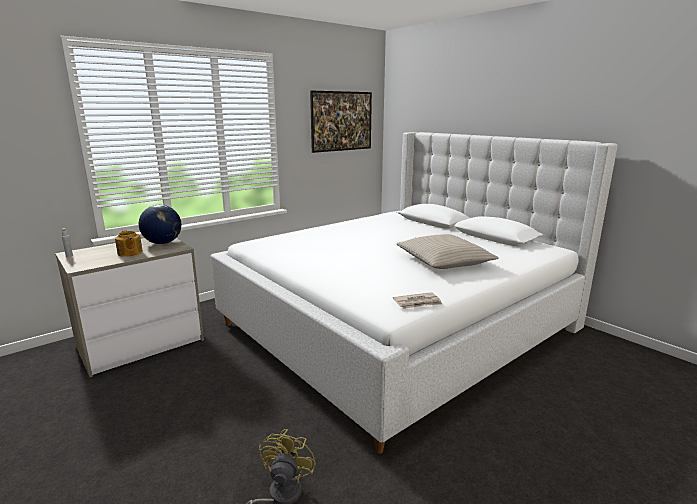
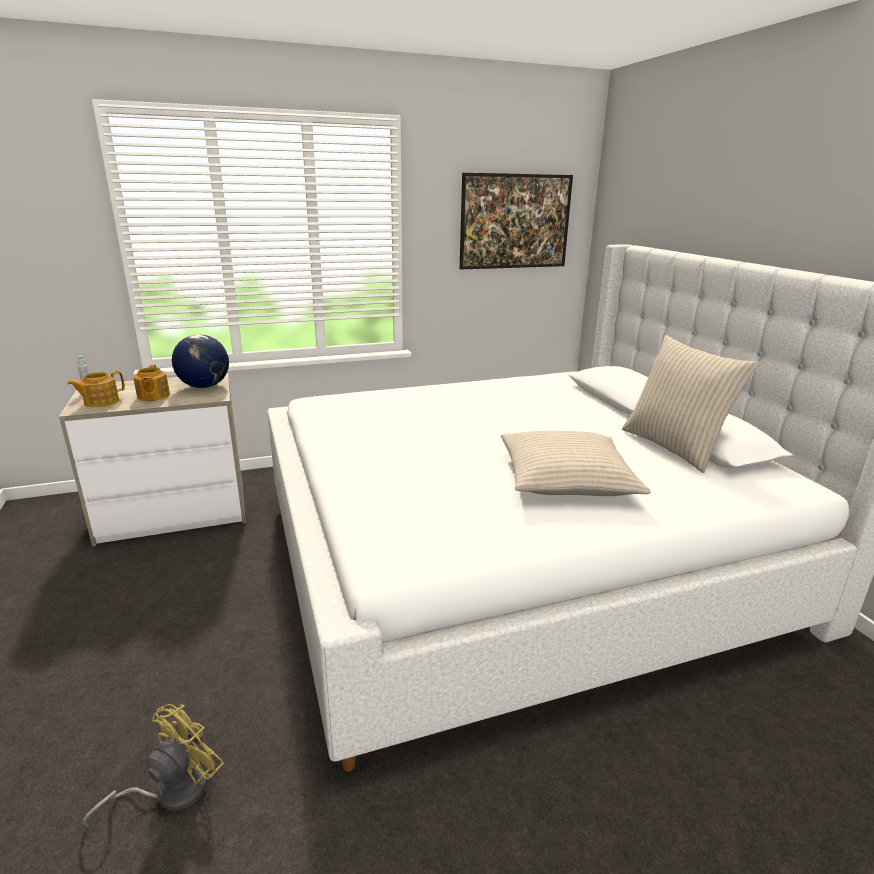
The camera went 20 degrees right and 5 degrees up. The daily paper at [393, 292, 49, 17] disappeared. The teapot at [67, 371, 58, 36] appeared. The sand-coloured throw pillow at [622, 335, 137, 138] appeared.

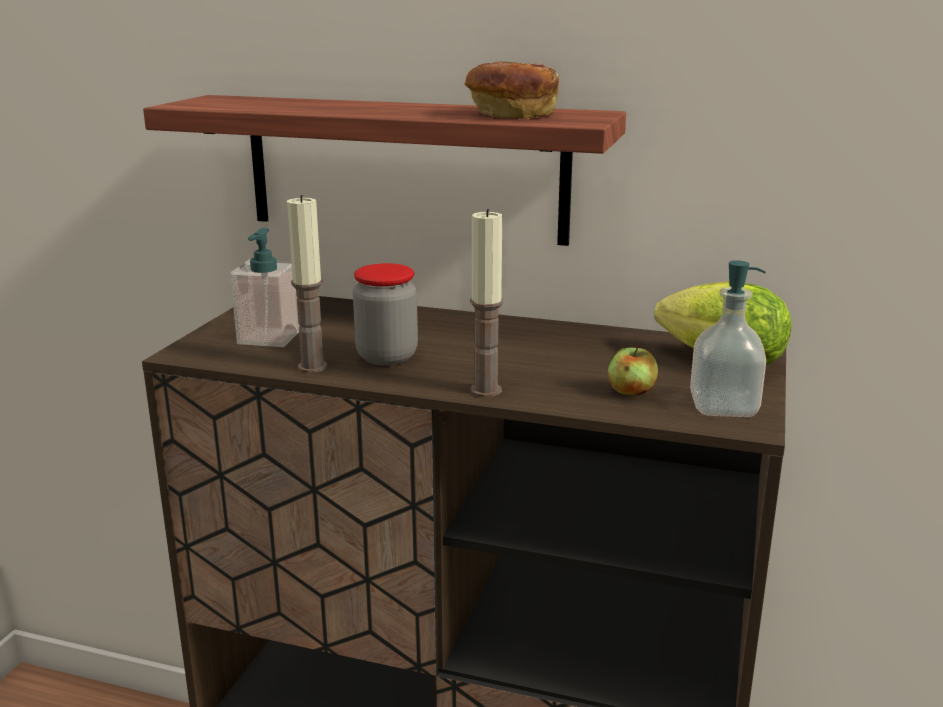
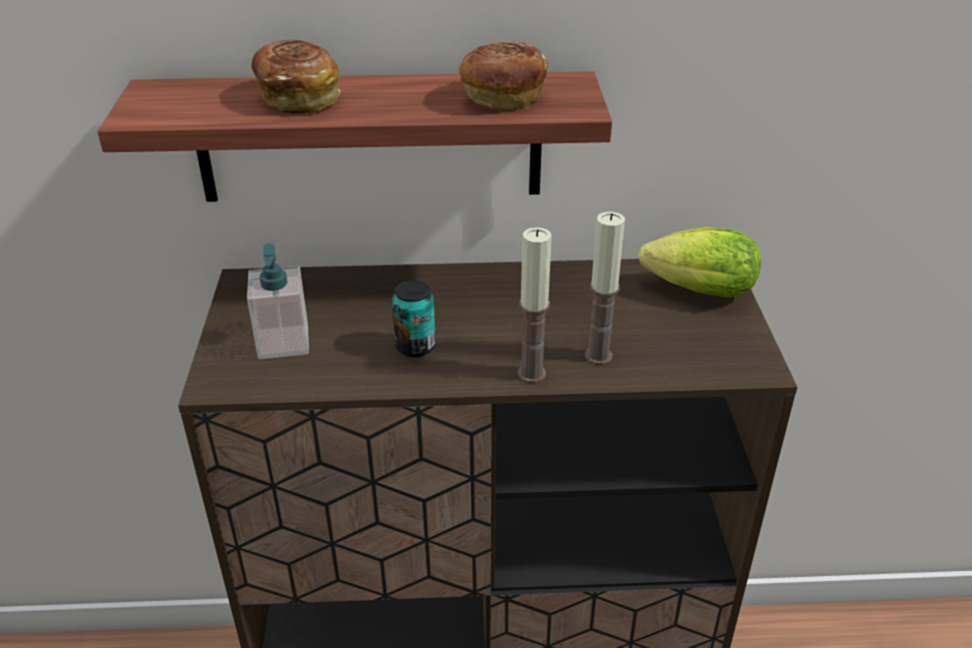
The camera went 20 degrees left and 15 degrees up. The apple at [608, 344, 50, 52] disappeared. The soap dispenser at [690, 260, 76, 157] disappeared. The baked bread at [251, 40, 90, 74] appeared. The wax light moved from [287, 195, 40, 178] to [585, 211, 40, 154]. The jar at [353, 263, 65, 103] was replaced by the can at [392, 281, 44, 76].

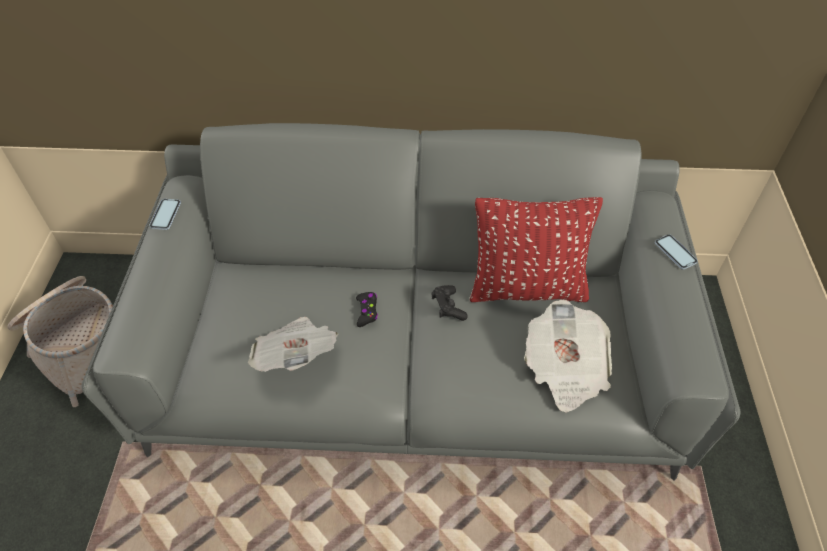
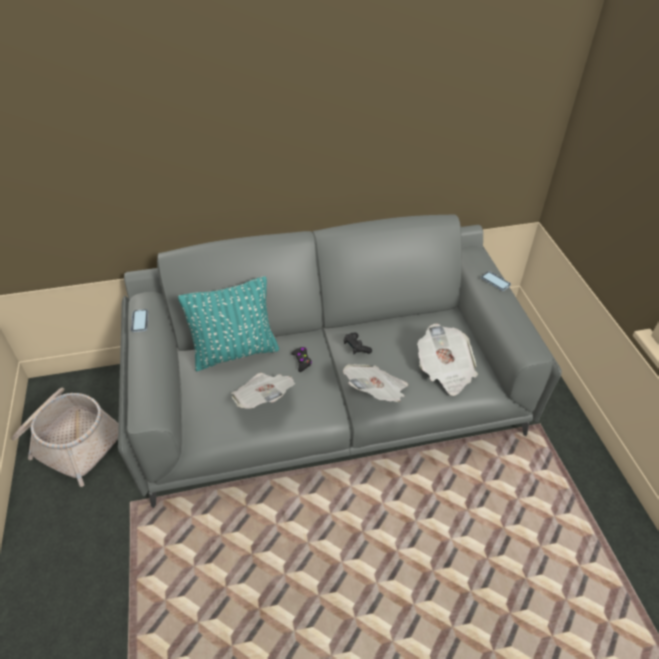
The camera went 15 degrees left and 5 degrees down. The red throw pillow at [470, 197, 133, 105] disappeared. The turquoise-coloured throw pillow at [178, 276, 101, 95] appeared. The daily paper at [343, 364, 65, 38] appeared.

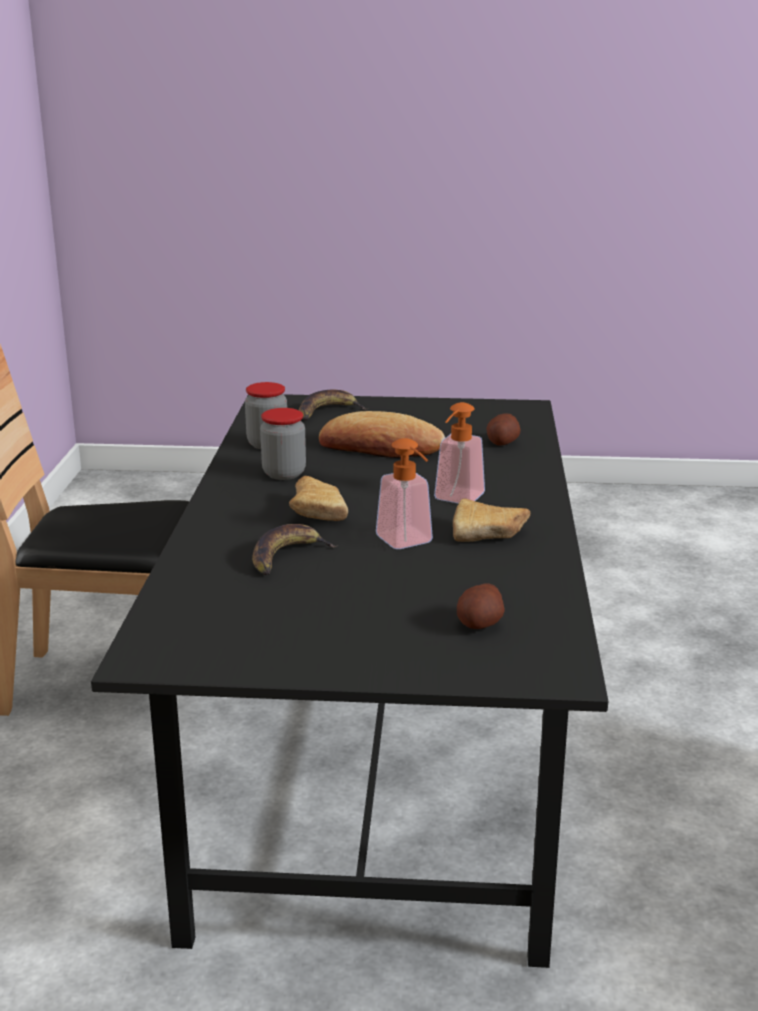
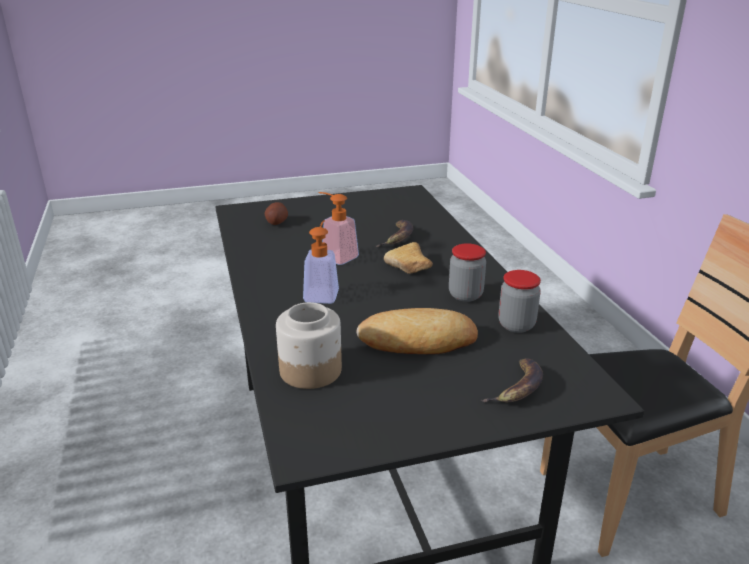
The camera went 160 degrees right and 5 degrees up. The baked bread at [453, 499, 77, 43] disappeared. The potato at [486, 413, 35, 33] was replaced by the jar at [276, 302, 66, 87].

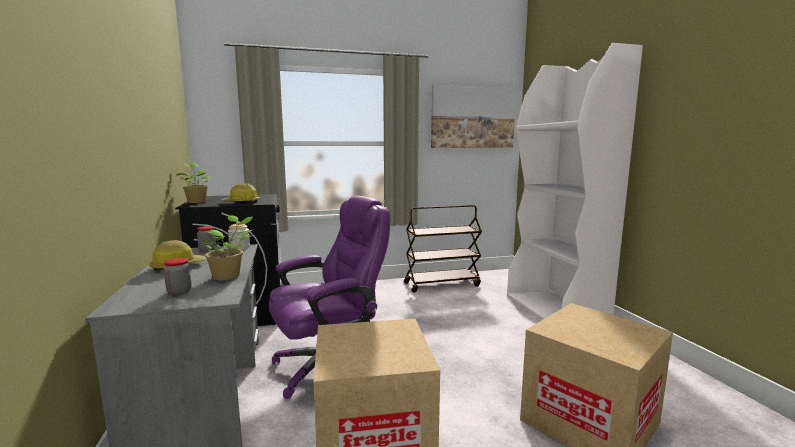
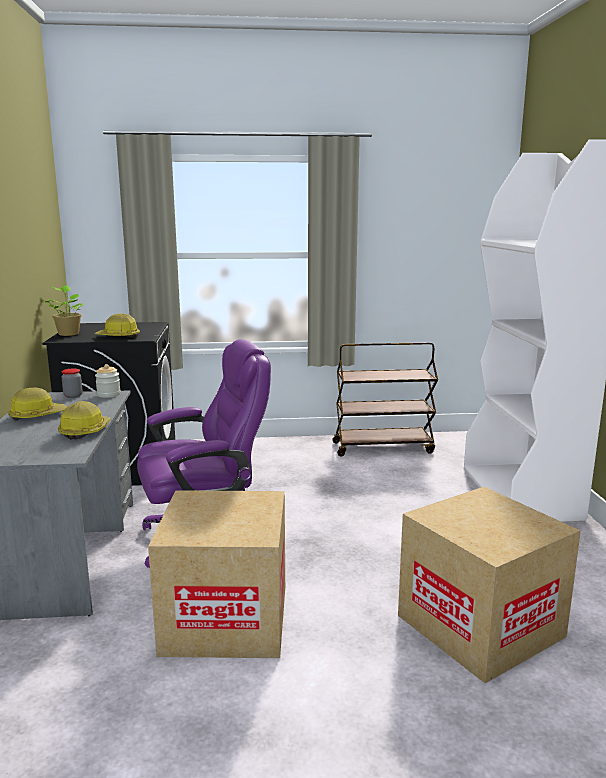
The camera went 10 degrees right and 5 degrees up. The jar at [164, 258, 27, 37] disappeared. The wall art at [431, 85, 85, 63] disappeared. The potted plant at [201, 215, 52, 66] was replaced by the work helmet at [58, 401, 53, 39].

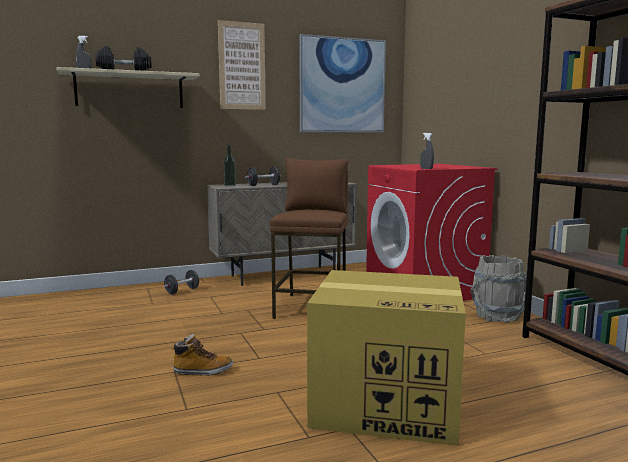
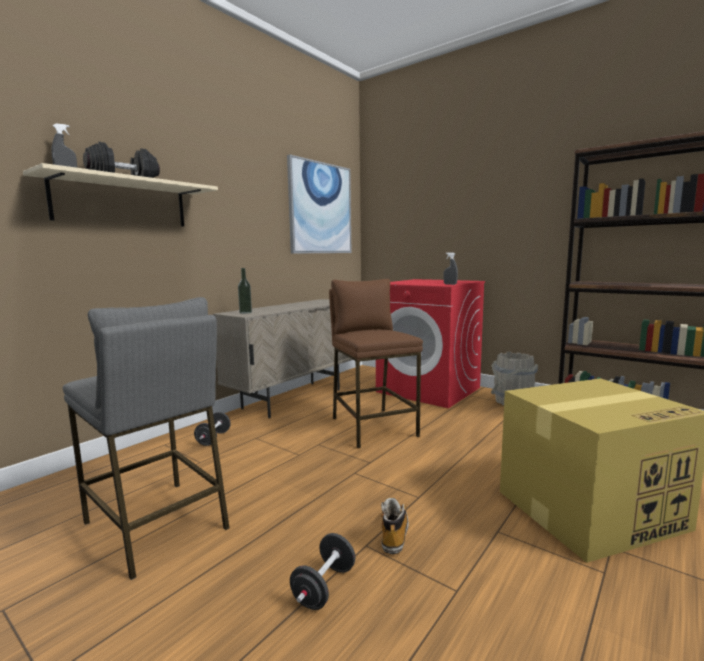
The camera went 30 degrees left and 0 degrees up. The wall art at [218, 20, 48, 90] disappeared. The greyish stool seat at [63, 297, 166, 283] appeared. The black-coloured hand weight moved from [245, 167, 37, 19] to [290, 533, 65, 77]. The tall boot at [171, 334, 62, 42] turned 45 degrees counterclockwise.

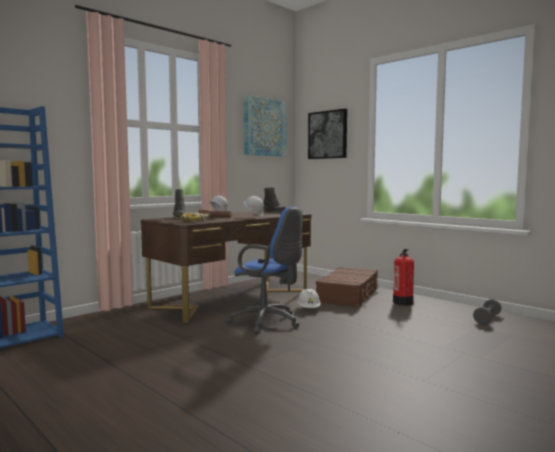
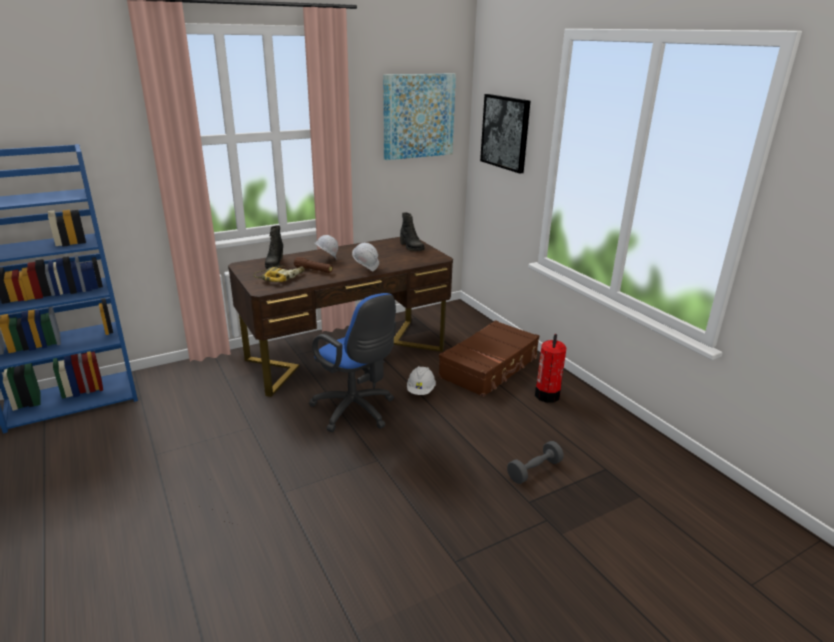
The camera went 15 degrees right and 20 degrees up. The greyish hand weight moved from [473, 299, 28, 25] to [507, 441, 57, 43].

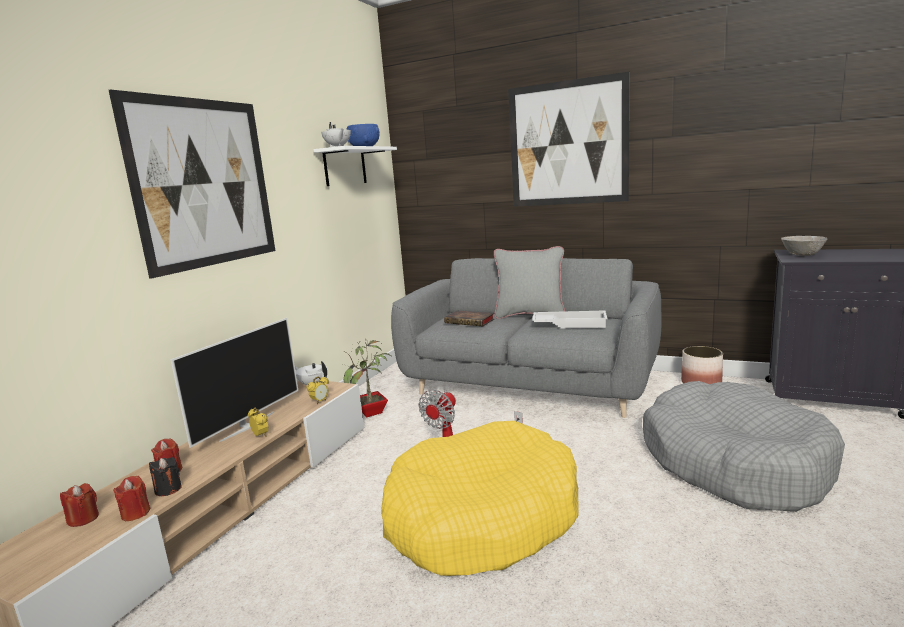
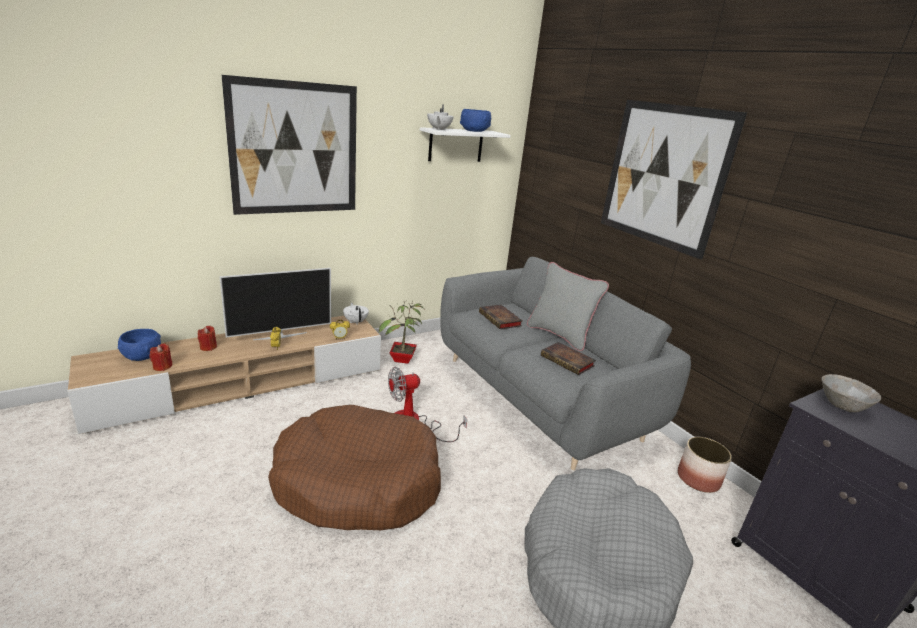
The camera went 30 degrees right and 10 degrees up. The black-coloured wax light at [149, 457, 33, 39] disappeared. The red wax light at [60, 483, 39, 44] was replaced by the blue deep dish at [118, 329, 43, 32]. The white-coloured carrying tray at [532, 310, 76, 19] was replaced by the volume at [541, 342, 55, 33]. The yellowish dog bed at [381, 421, 197, 155] became the brownish dog bed at [268, 405, 173, 125].

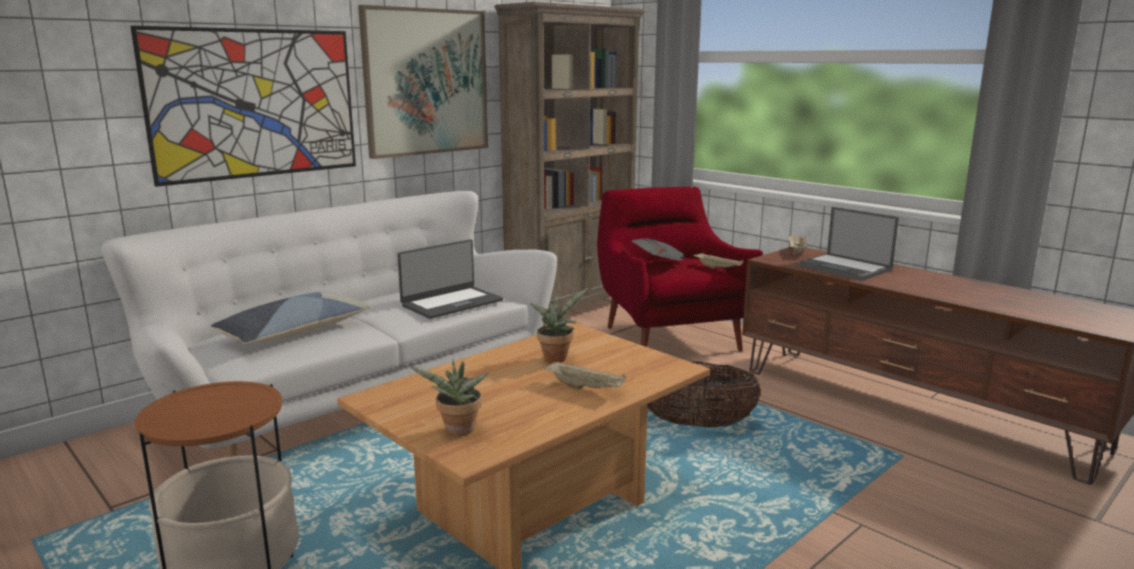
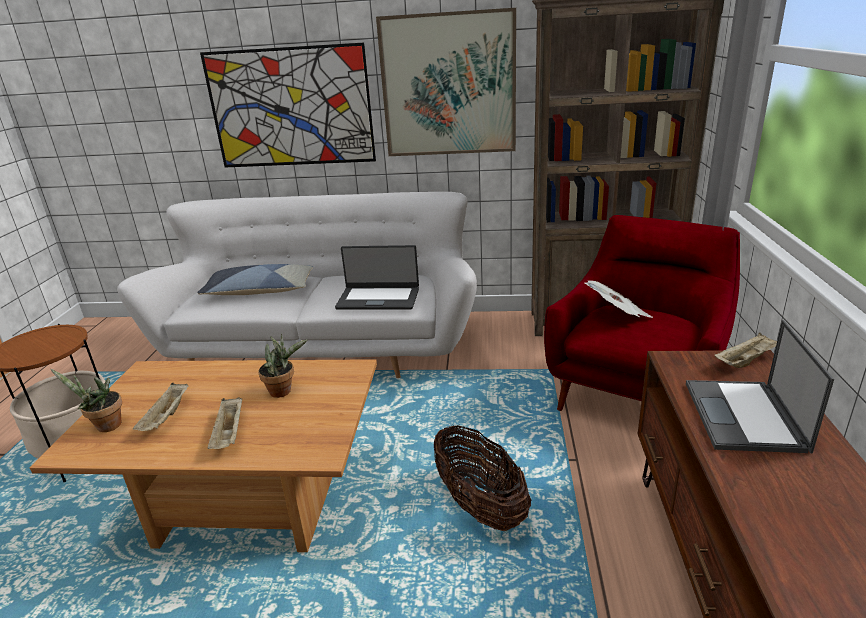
The camera went 50 degrees right and 10 degrees up. The sand-coloured carrying tray moved from [694, 253, 49, 16] to [133, 383, 56, 48].

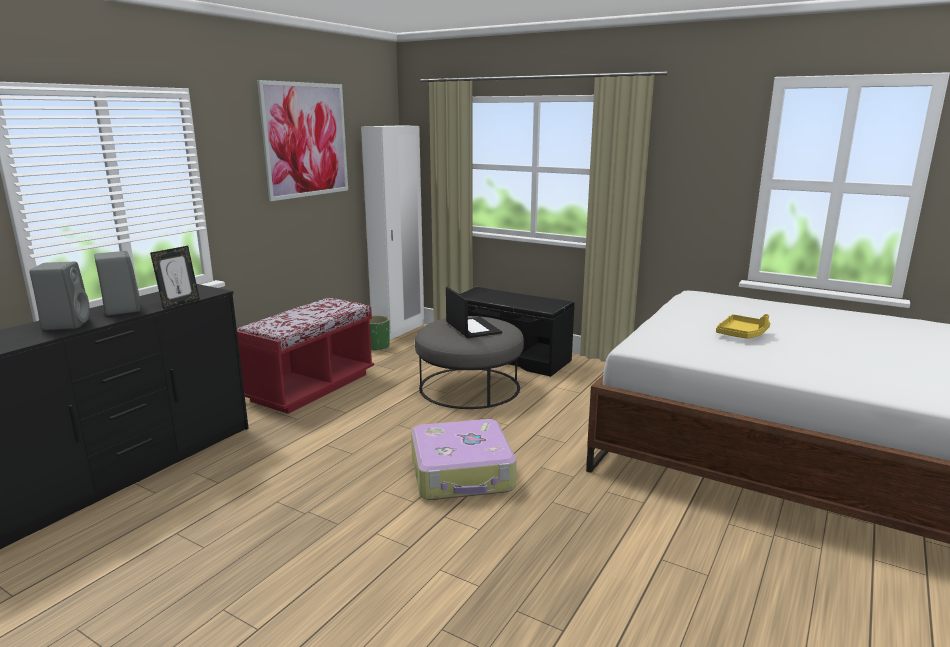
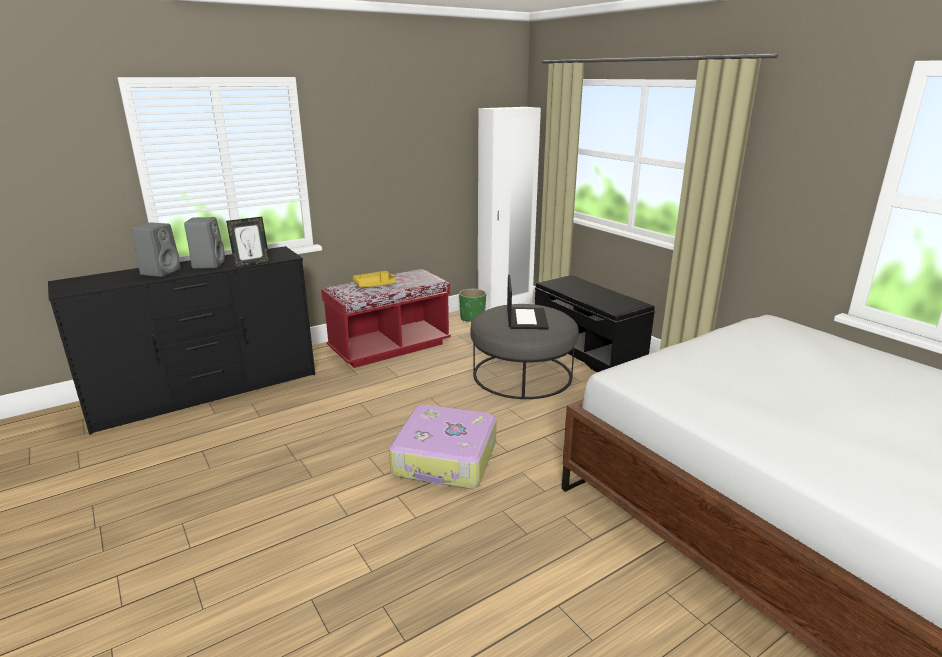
The camera went 25 degrees right and 5 degrees up. The wall art at [257, 80, 91, 121] disappeared. The yellowish carrying tray moved from [716, 314, 54, 25] to [352, 271, 44, 16].

